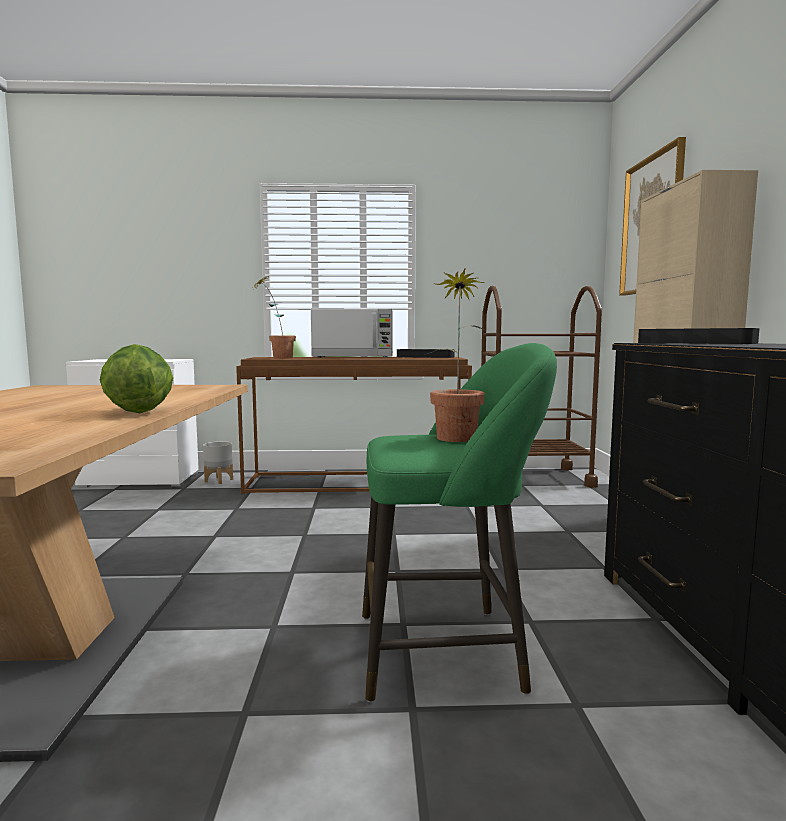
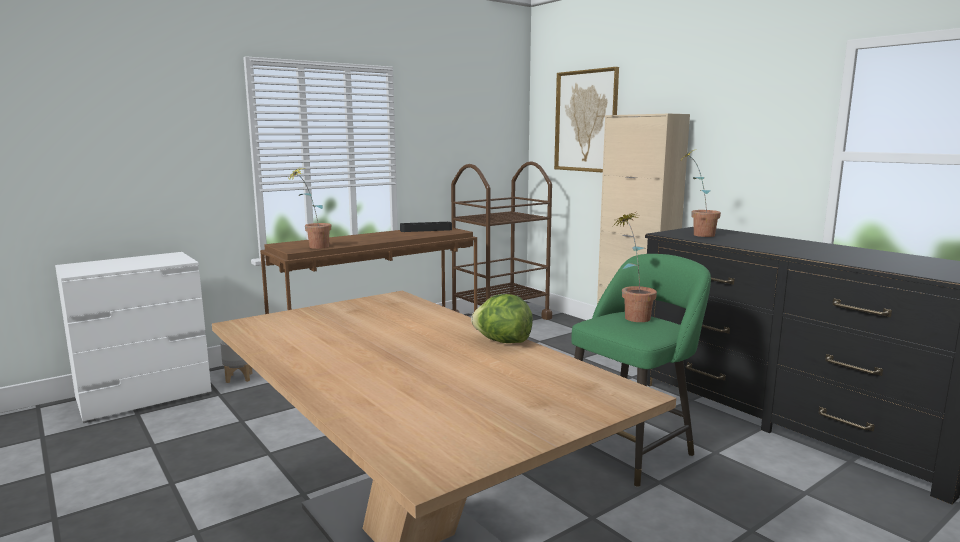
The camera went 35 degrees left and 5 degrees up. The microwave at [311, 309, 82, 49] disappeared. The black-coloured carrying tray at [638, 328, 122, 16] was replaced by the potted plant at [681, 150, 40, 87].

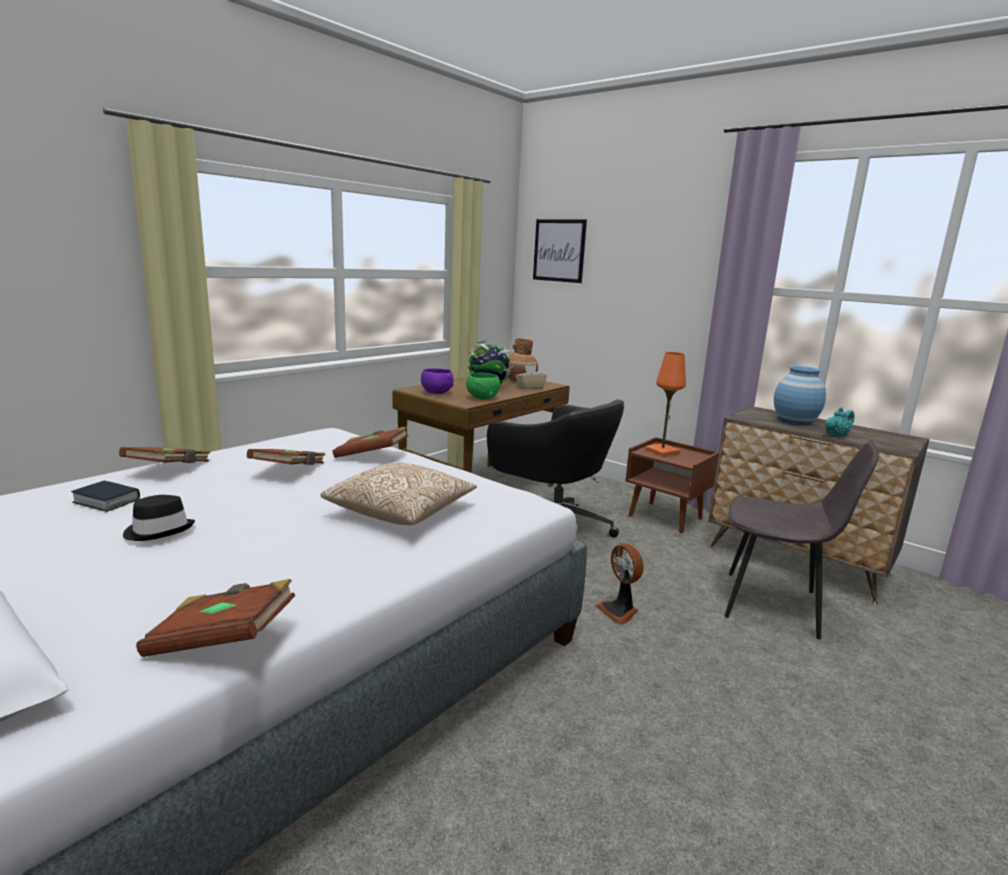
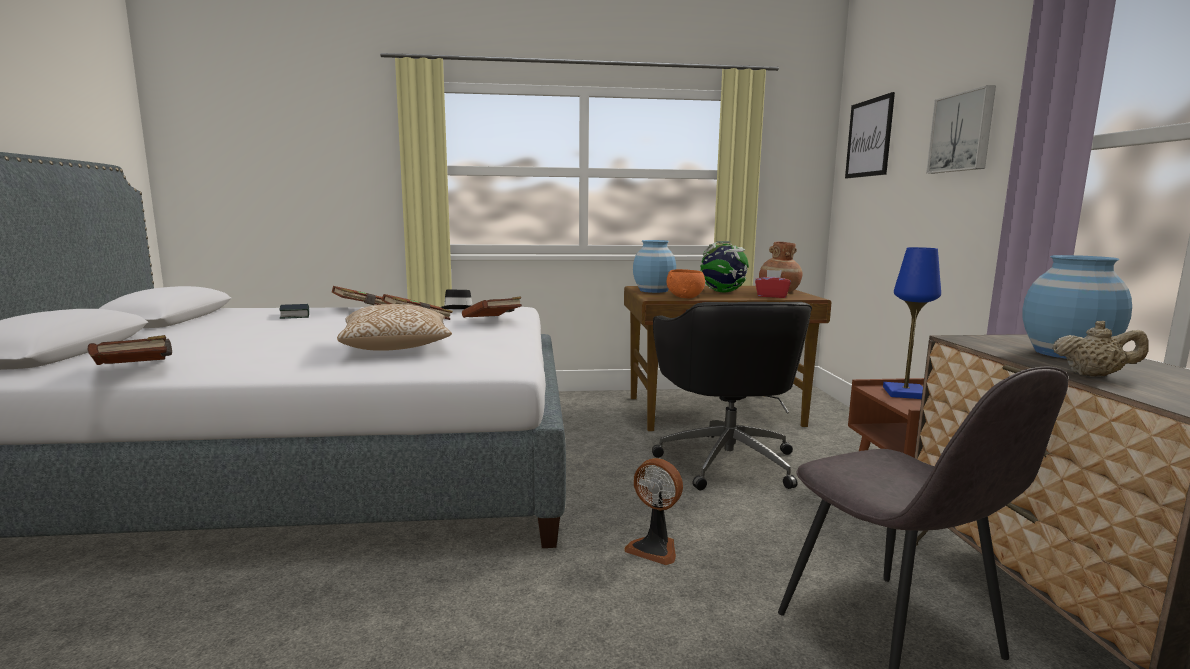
The camera went 45 degrees right and 5 degrees down. The wall art at [926, 85, 70, 88] appeared. The black-coloured hat moved from [123, 495, 72, 46] to [441, 289, 32, 20]. The purple deep dish at [421, 368, 33, 26] was replaced by the blue decorative vase at [633, 240, 43, 53]. The greenish deep dish at [466, 373, 34, 27] became the orange deep dish at [667, 269, 38, 29]. The sand-coloured box of tissues at [515, 365, 32, 24] became the red box of tissues at [755, 270, 36, 28]. The orange tabletop lamp at [645, 352, 41, 105] became the blue tabletop lamp at [883, 247, 58, 152]. The turquoise-coloured teapot at [825, 407, 29, 30] became the sand-coloured teapot at [1052, 321, 97, 56]. The cooling fan at [596, 543, 48, 81] turned 75 degrees counterclockwise.

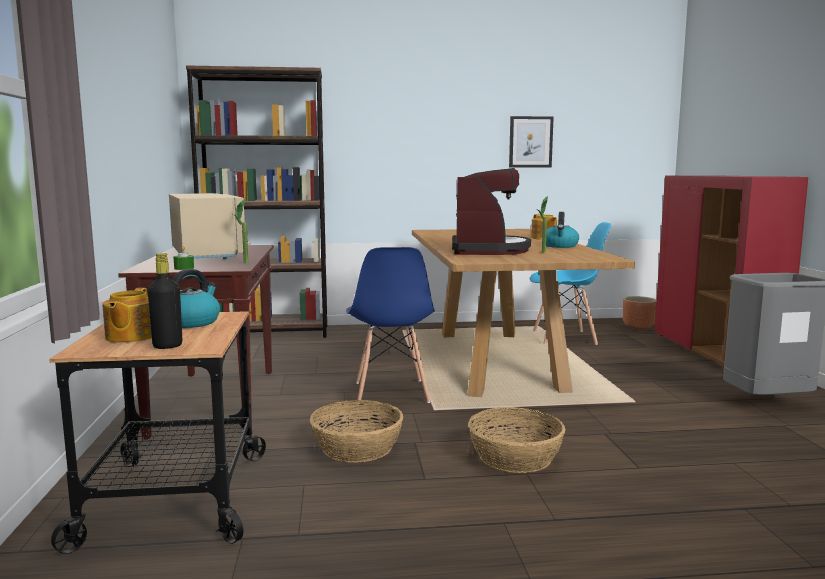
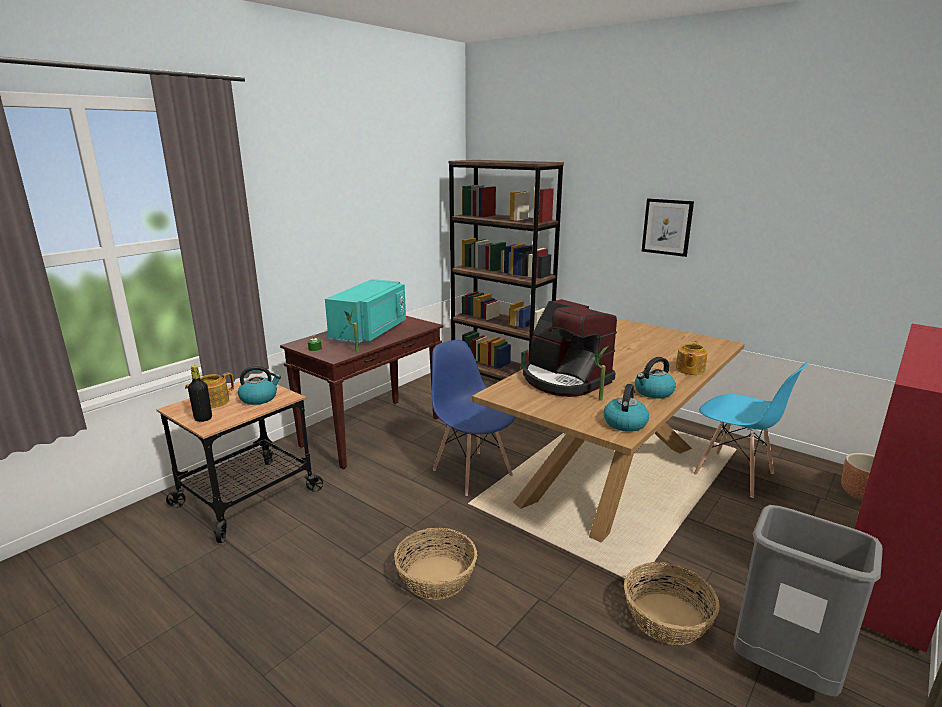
The camera went 45 degrees right and 10 degrees up. The water kettle at [604, 384, 45, 48] appeared. The basket moved from [310, 400, 93, 63] to [624, 562, 95, 83]. The wall art moved from [509, 116, 45, 52] to [642, 198, 52, 59]. The sand-coloured microwave at [169, 193, 76, 67] became the turquoise-coloured microwave at [325, 279, 81, 64]. The blue chair at [346, 247, 89, 156] turned 105 degrees clockwise. The coffee machine at [452, 168, 79, 87] turned 90 degrees clockwise.

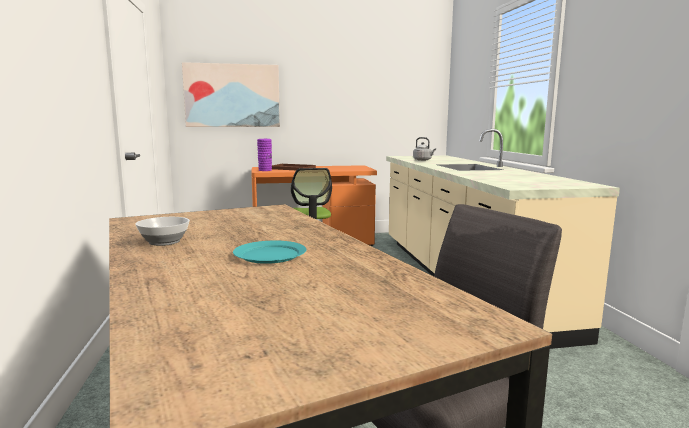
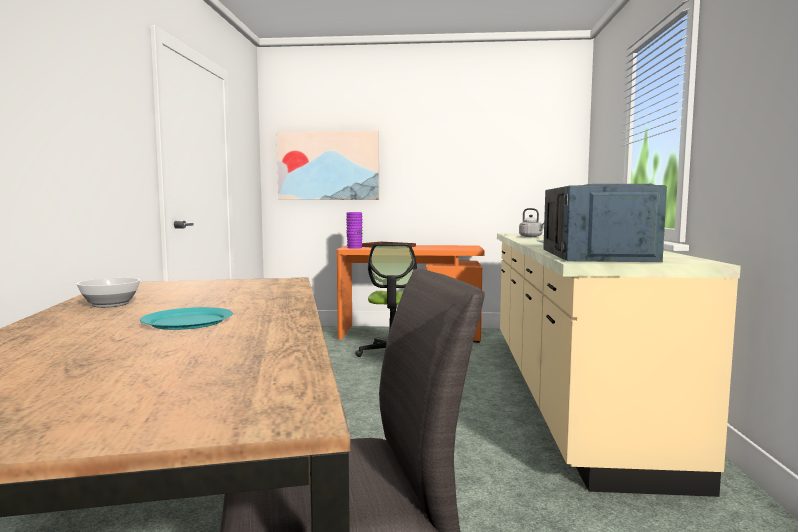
The camera went 15 degrees right and 5 degrees down. The blue microwave at [543, 184, 124, 78] appeared.

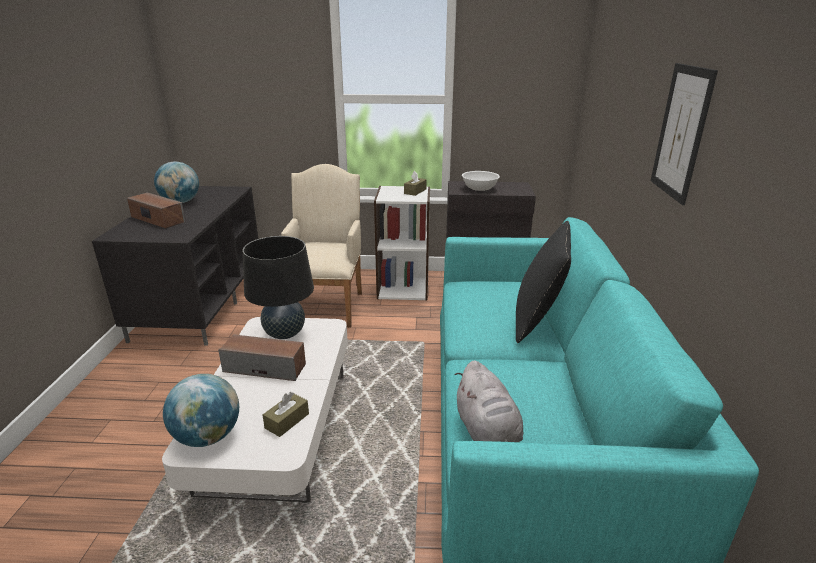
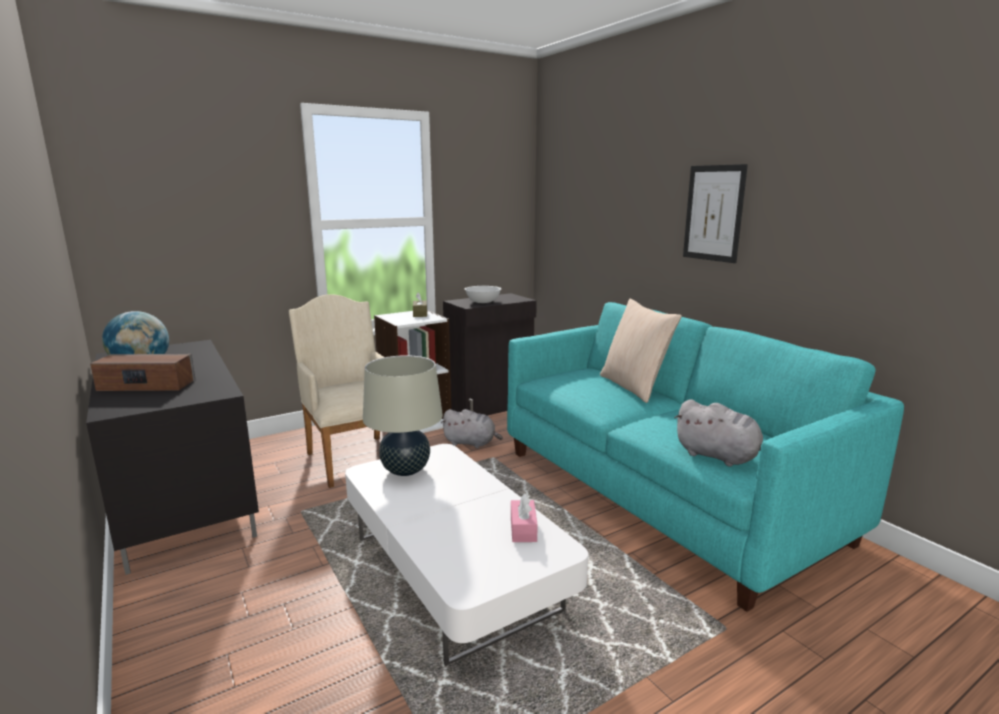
The camera went 35 degrees left and 10 degrees down. The desk globe at [163, 374, 76, 73] disappeared. The loudspeaker at [218, 334, 88, 47] disappeared. The greyish soft toy at [441, 409, 62, 39] appeared. The black-coloured tabletop lamp at [243, 236, 71, 103] became the sand-coloured tabletop lamp at [363, 355, 80, 121]. The brownish box of tissues at [263, 392, 46, 45] became the pinkish box of tissues at [511, 493, 27, 49]. The black-coloured throw pillow at [516, 221, 55, 122] became the sand-coloured throw pillow at [600, 299, 82, 104].

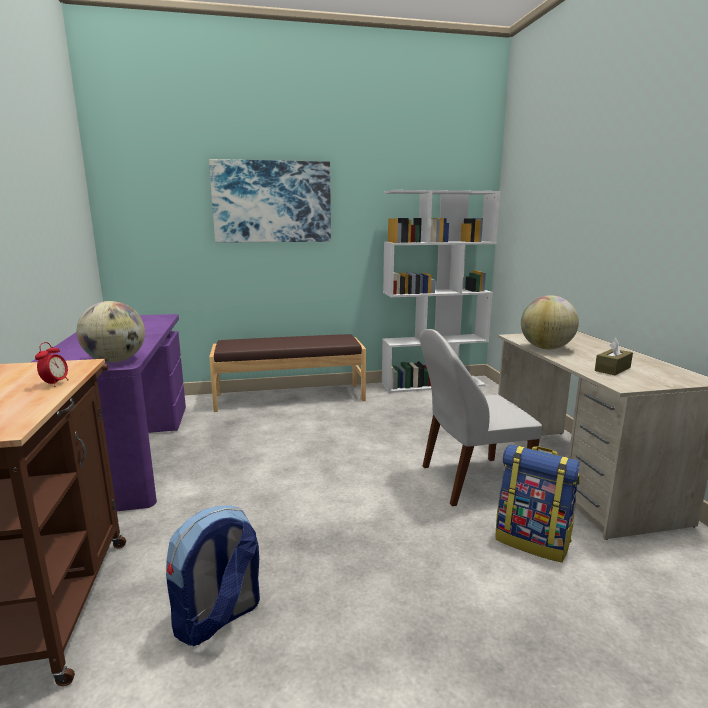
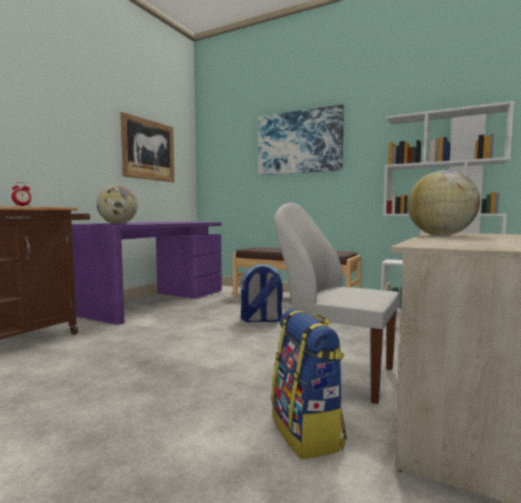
The camera went 40 degrees right and 10 degrees down. The brownish box of tissues at [595, 338, 38, 37] disappeared. The wall art at [120, 112, 54, 70] appeared. The backpack moved from [166, 505, 94, 142] to [241, 264, 42, 59].

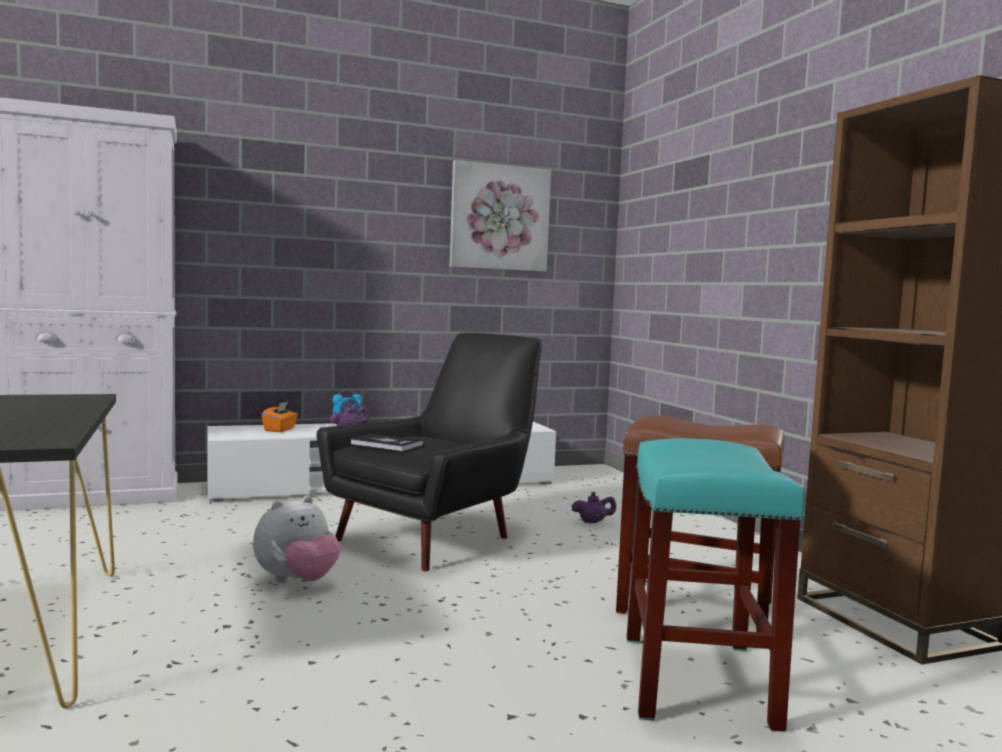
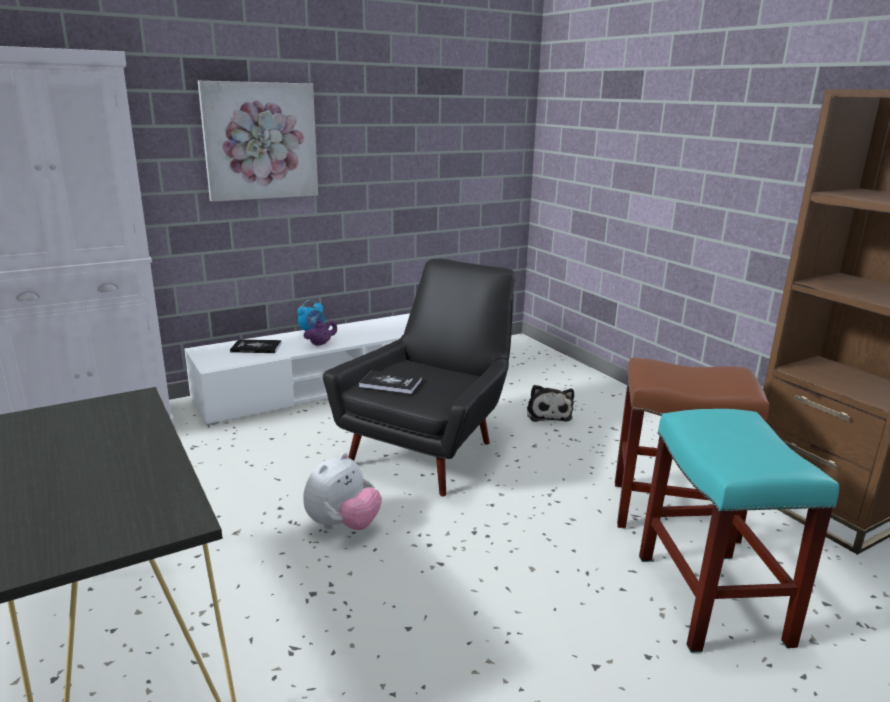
The camera went 10 degrees left and 15 degrees up. The wall art moved from [450, 160, 101, 112] to [198, 81, 120, 121]. The orange box of tissues at [262, 401, 36, 31] was replaced by the volume at [230, 339, 52, 14]. The purple teapot at [572, 492, 44, 31] was replaced by the soft toy at [527, 385, 47, 37].

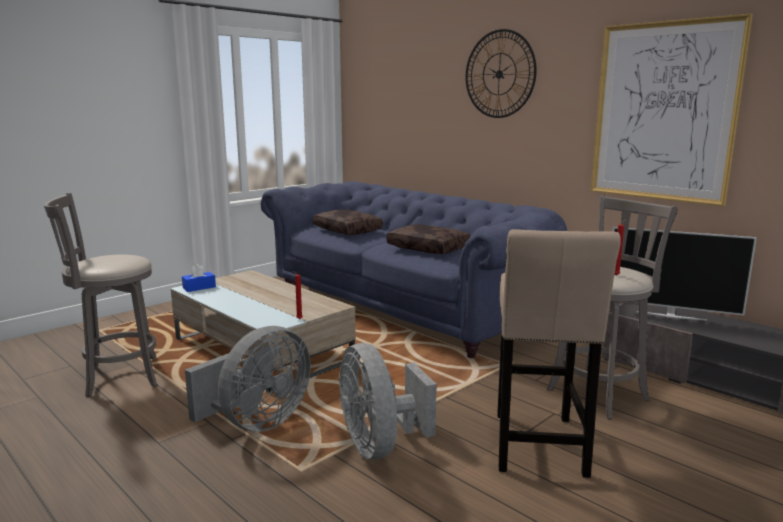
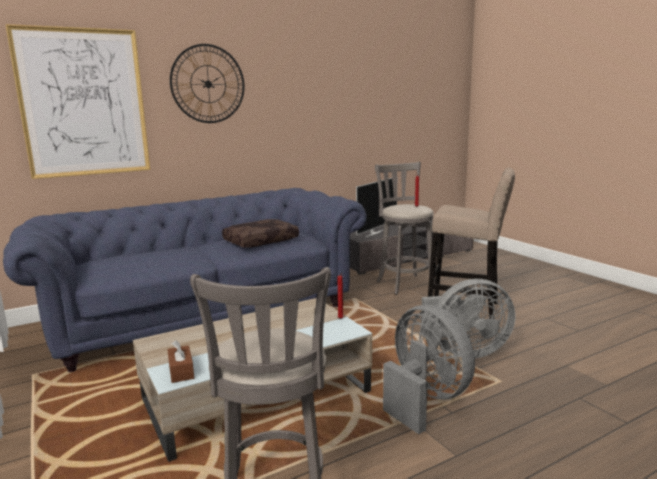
The camera went 75 degrees left and 0 degrees up. The brownish throw pillow at [313, 209, 70, 26] disappeared. The wall art moved from [591, 14, 162, 192] to [5, 24, 145, 155]. The blue box of tissues at [182, 264, 34, 28] became the brownish box of tissues at [167, 340, 27, 43].

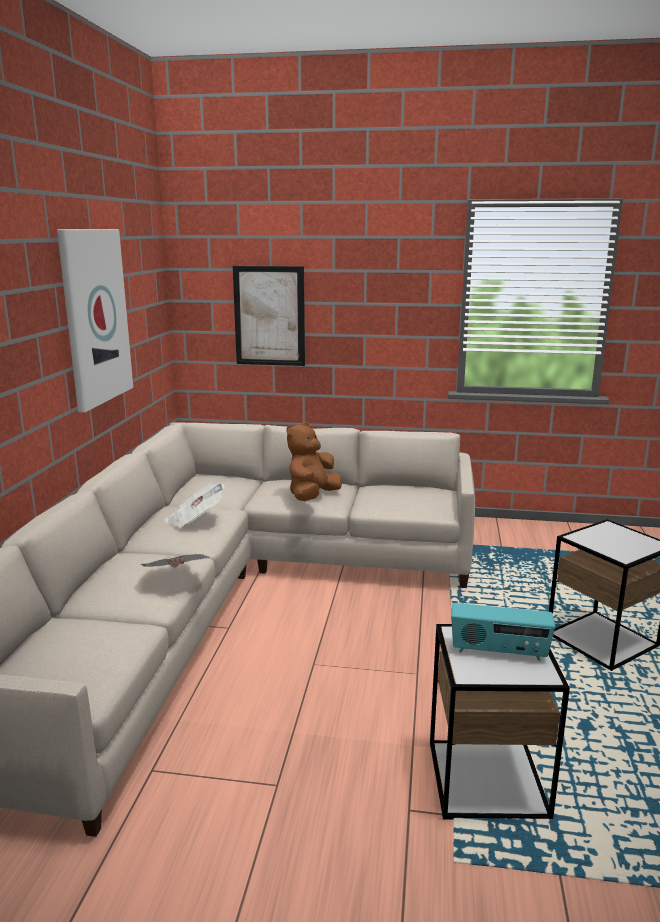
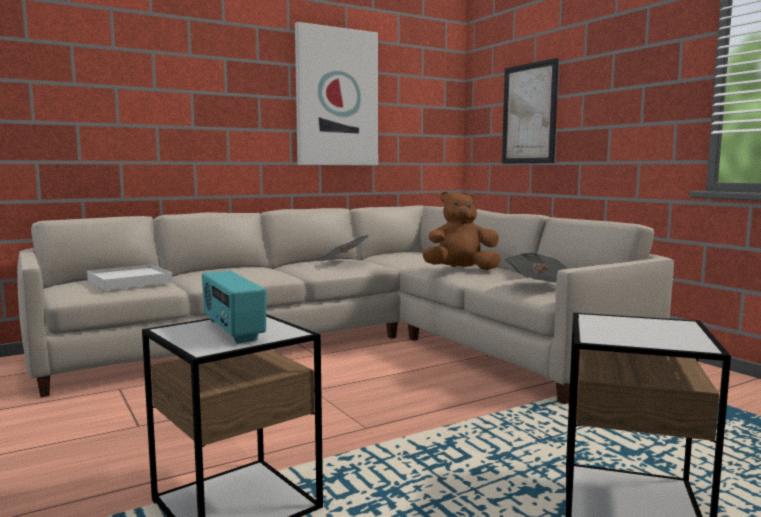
The camera went 50 degrees right and 10 degrees down. The white-coloured carrying tray at [87, 265, 86, 25] appeared. The daily paper moved from [140, 554, 69, 14] to [505, 253, 63, 29].

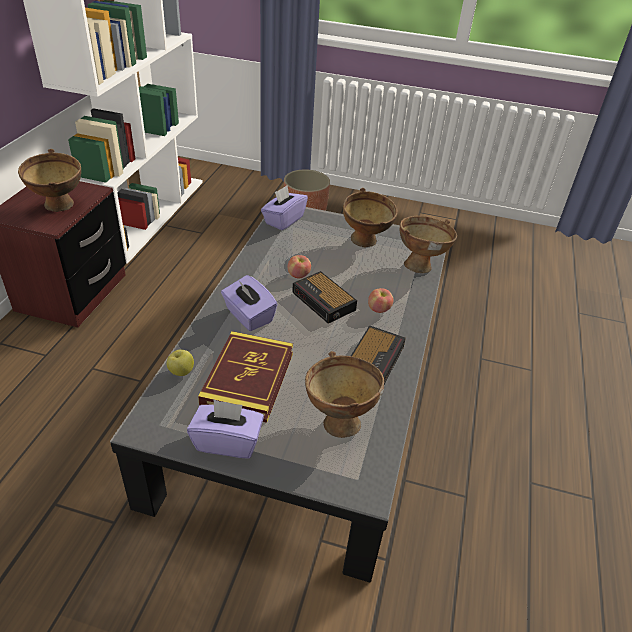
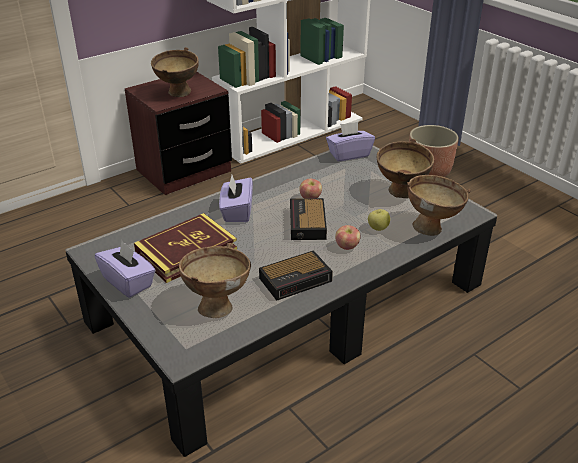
The camera went 40 degrees right and 5 degrees down. The apple moved from [166, 350, 28, 26] to [368, 209, 22, 22].

